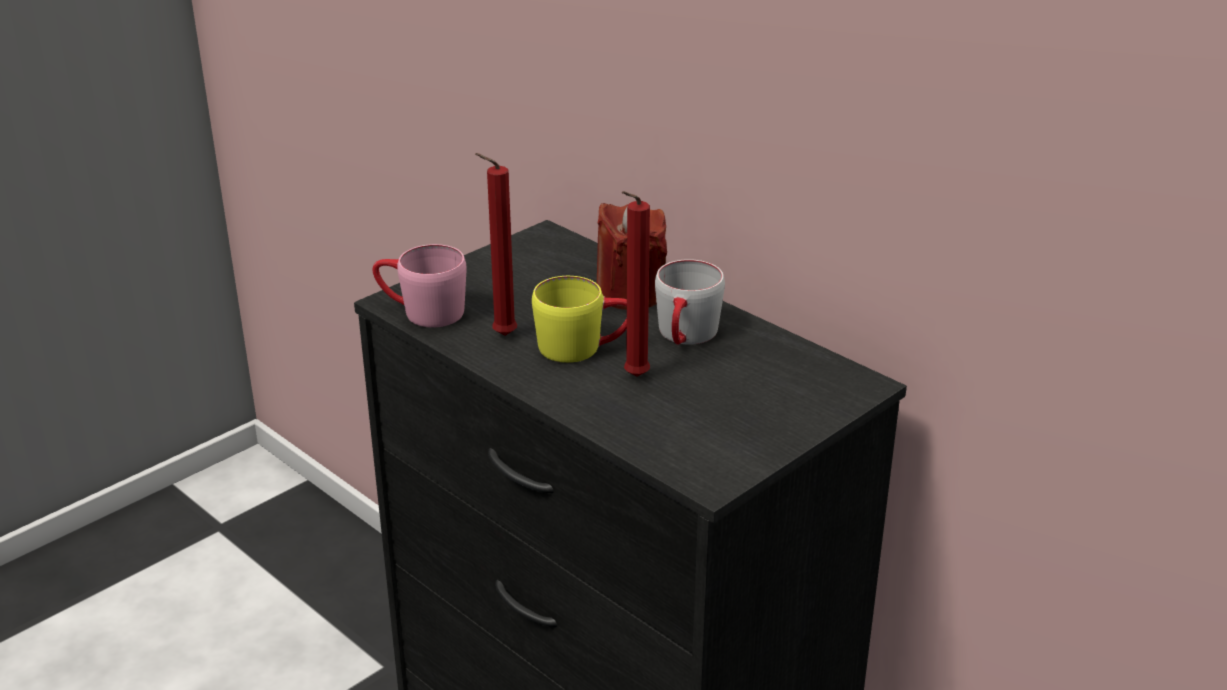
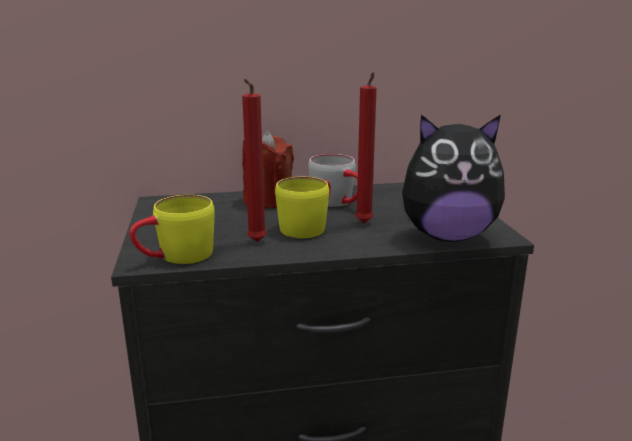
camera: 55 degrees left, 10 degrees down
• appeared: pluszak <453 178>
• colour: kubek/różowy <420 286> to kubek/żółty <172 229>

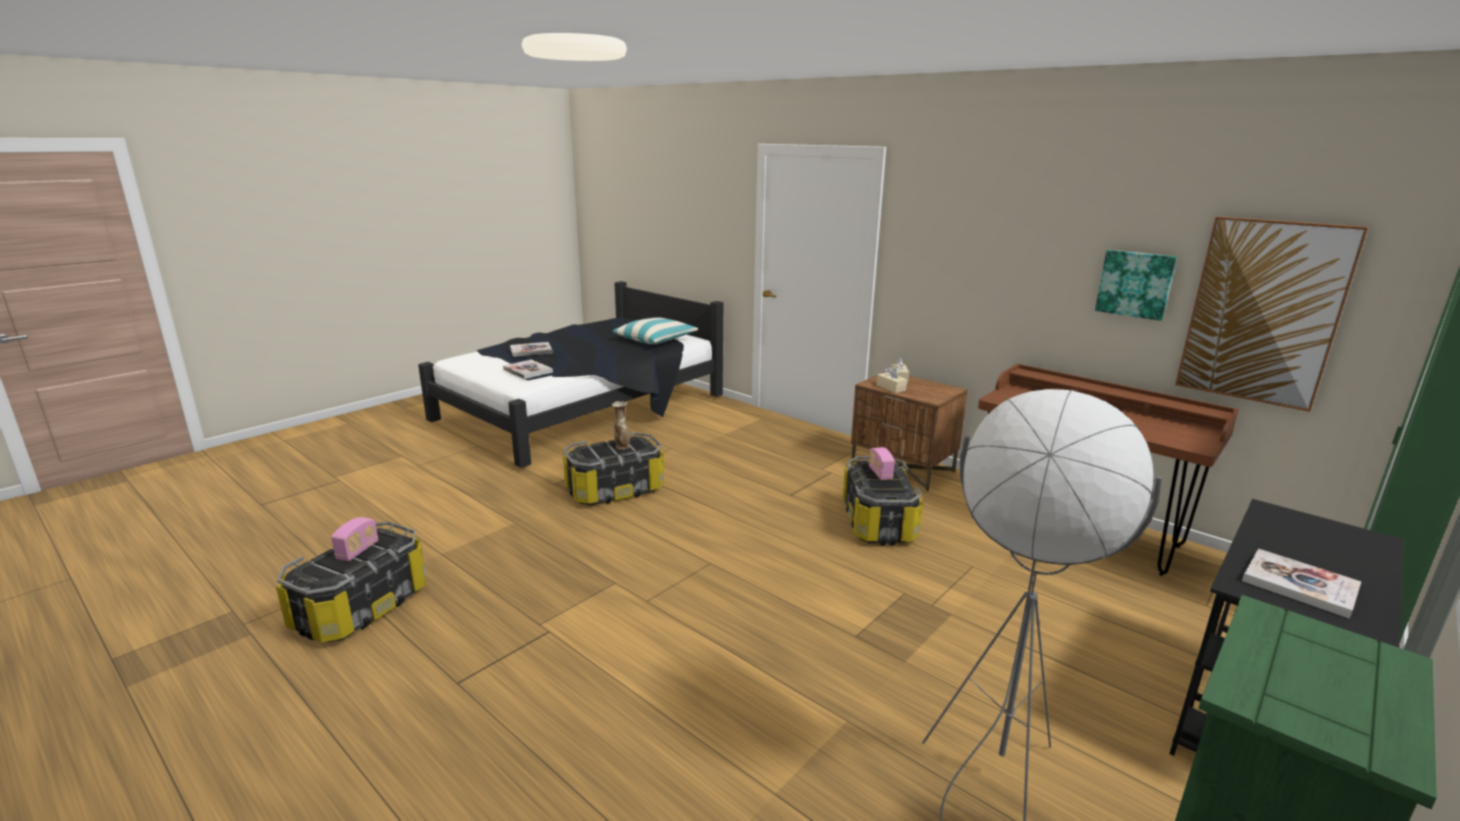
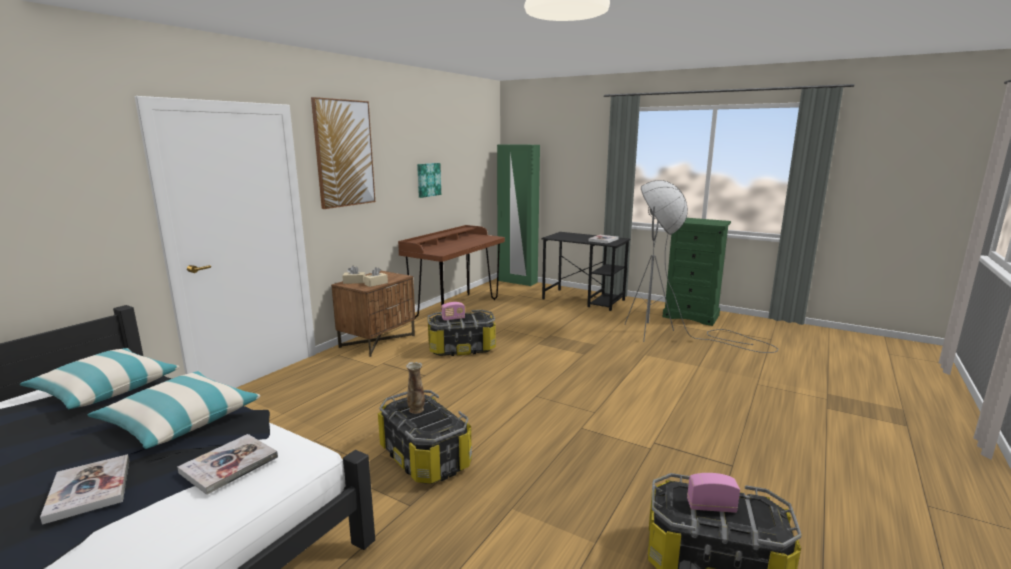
camera: 100 degrees left, 5 degrees down
• appeared: poduszka <174 410>
• relocated: obraz <1271 314> to <343 153>

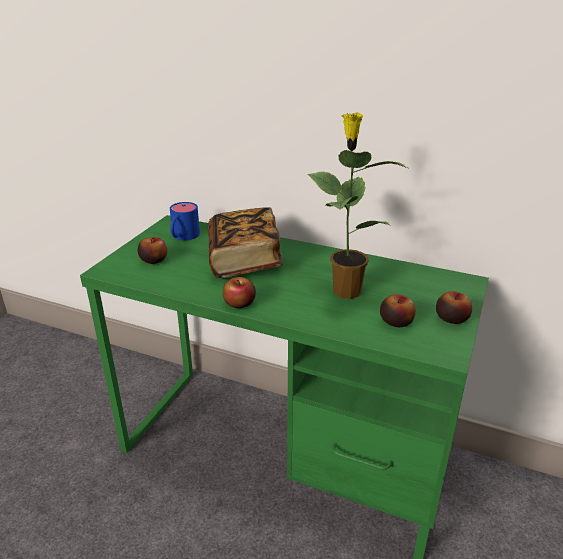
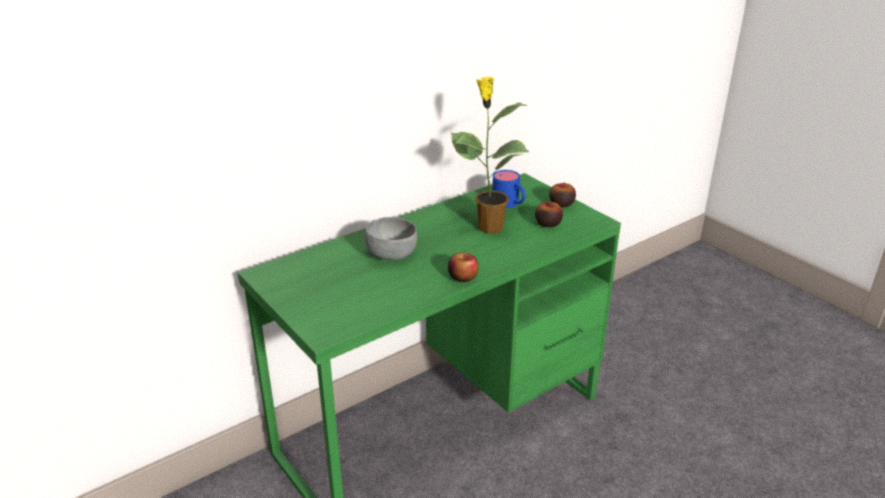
camera: 60 degrees left, 0 degrees up
• missing: jabłko <152 250>
• relocated: kubek/niebieski <185 221> to <509 189>
• exchanged: książka <245 242> to miska/szary <390 238>

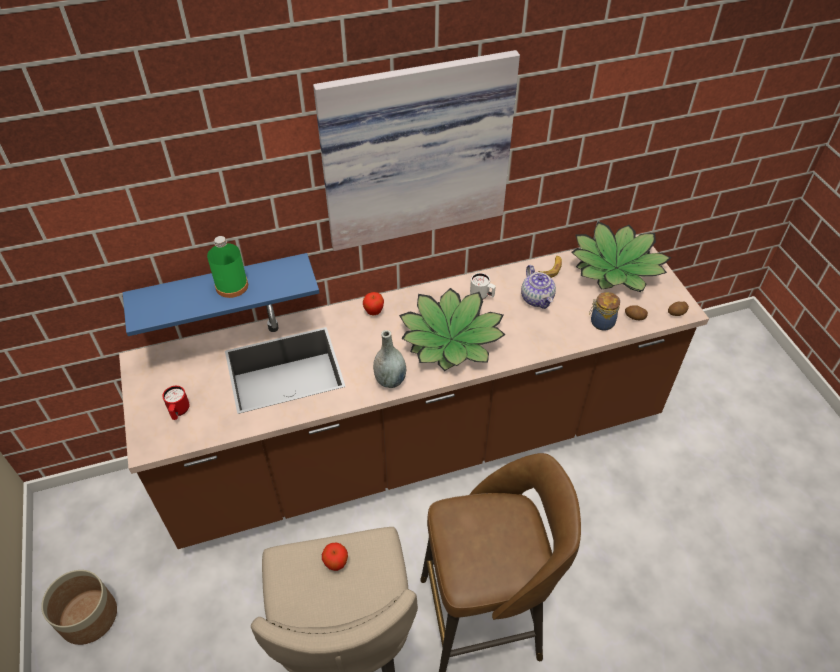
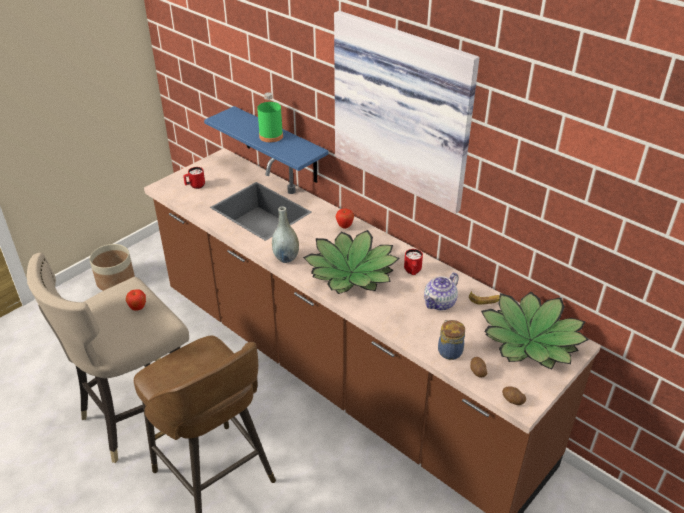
camera: 60 degrees right, 10 degrees down
• colour: kubek/biały <483 286> to kubek/czerwony <413 262>

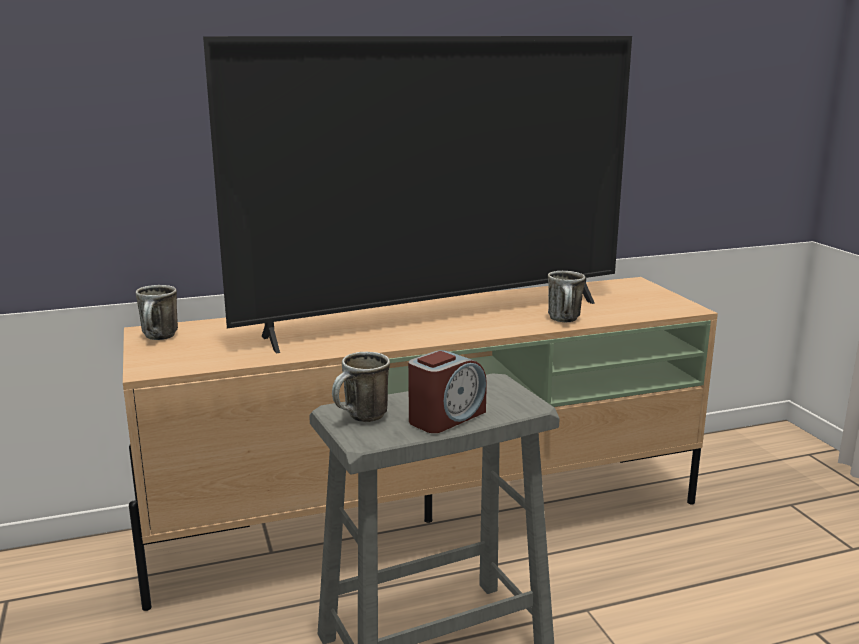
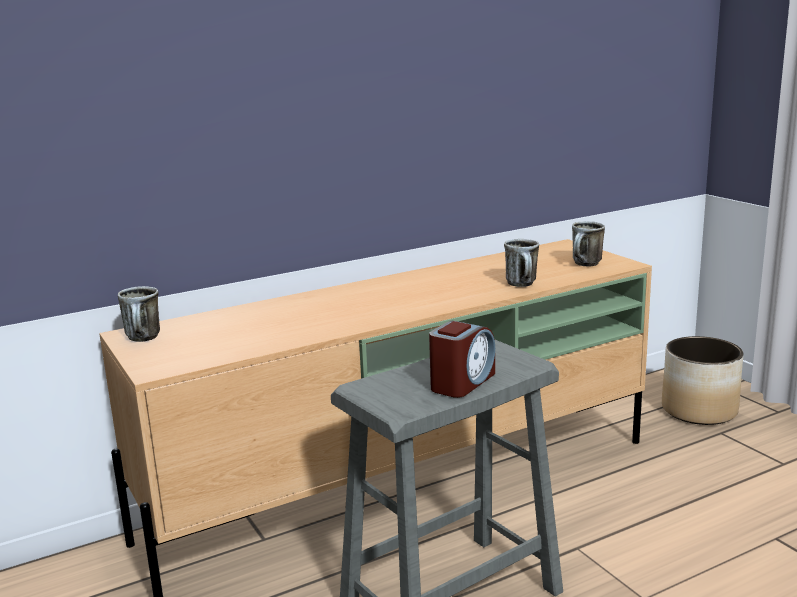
camera: 10 degrees left, 0 degrees up
• missing: telewizor <417 195>
• appeared: donica <702 380>
• relocated: kubek <361 387> to <588 244>

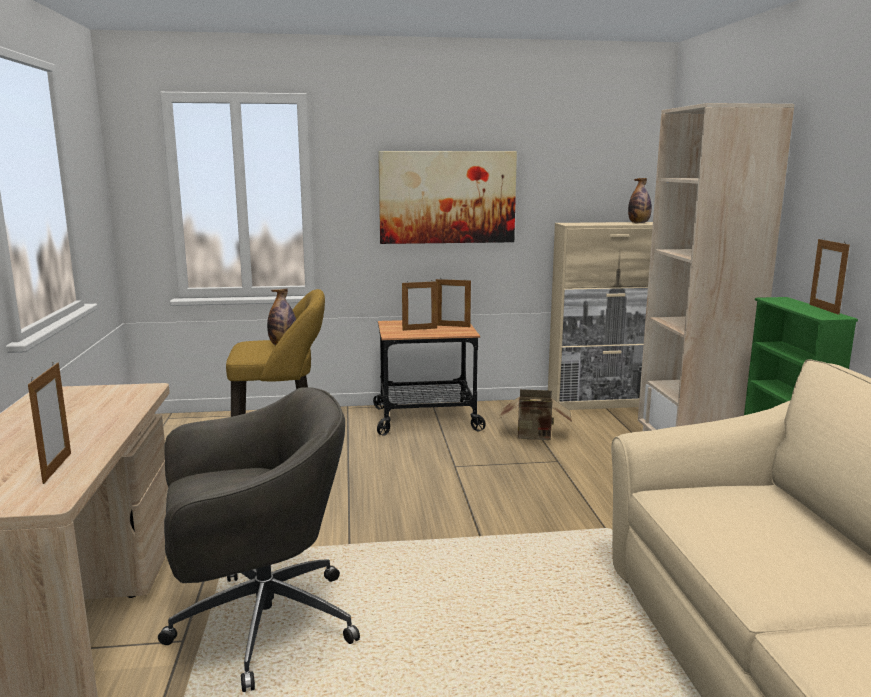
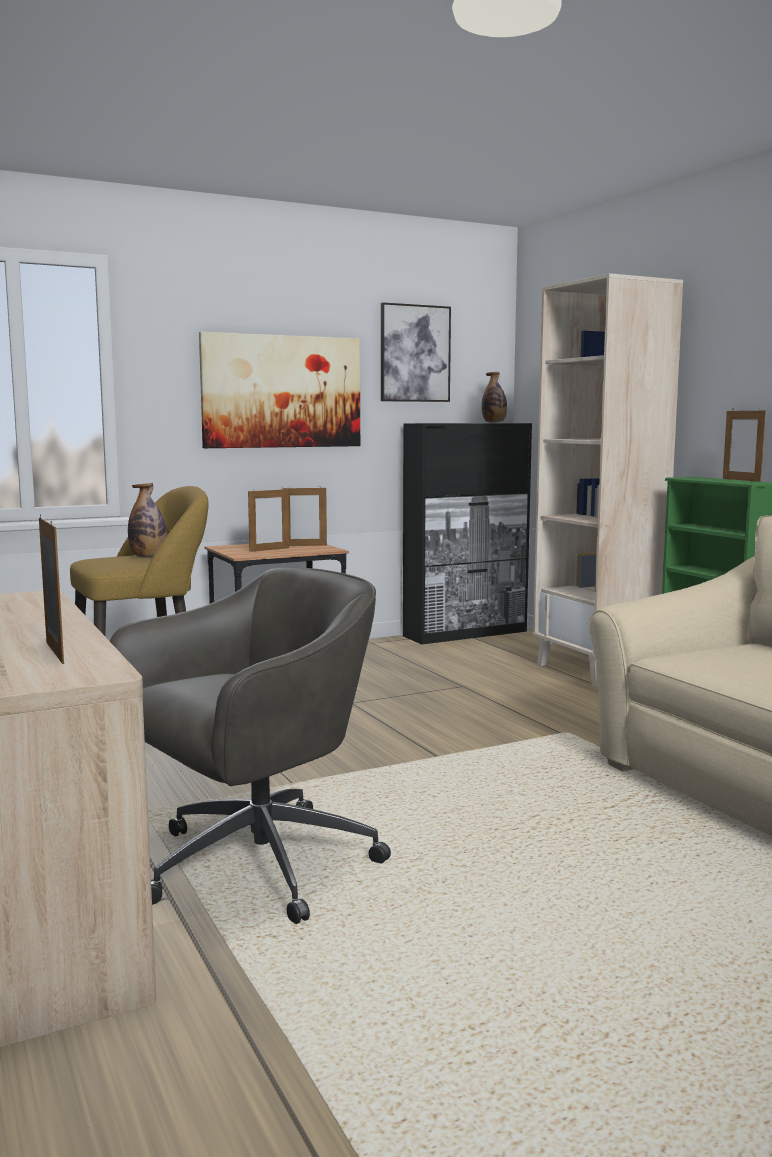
camera: 20 degrees left, 5 degrees down
• missing: karton <535 414>
• appeared: obraz <416 352>
• colour: szafka/beżowy <600 316> to szafka/czarny <467 533>

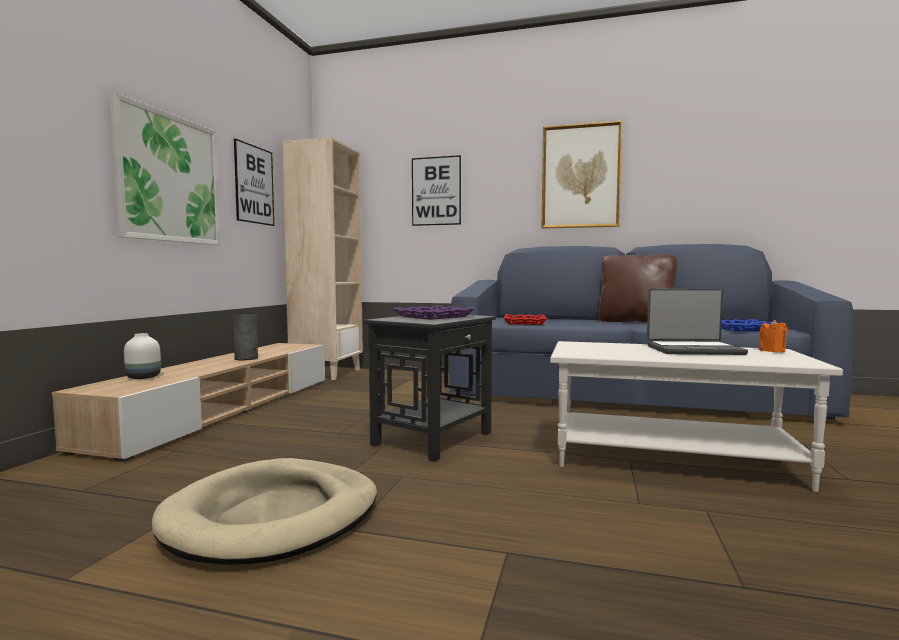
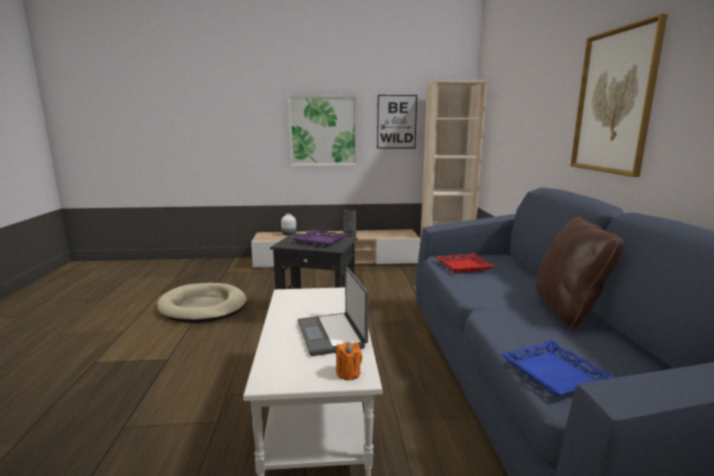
camera: 70 degrees right, 10 degrees up
• missing: obraz <436 190>

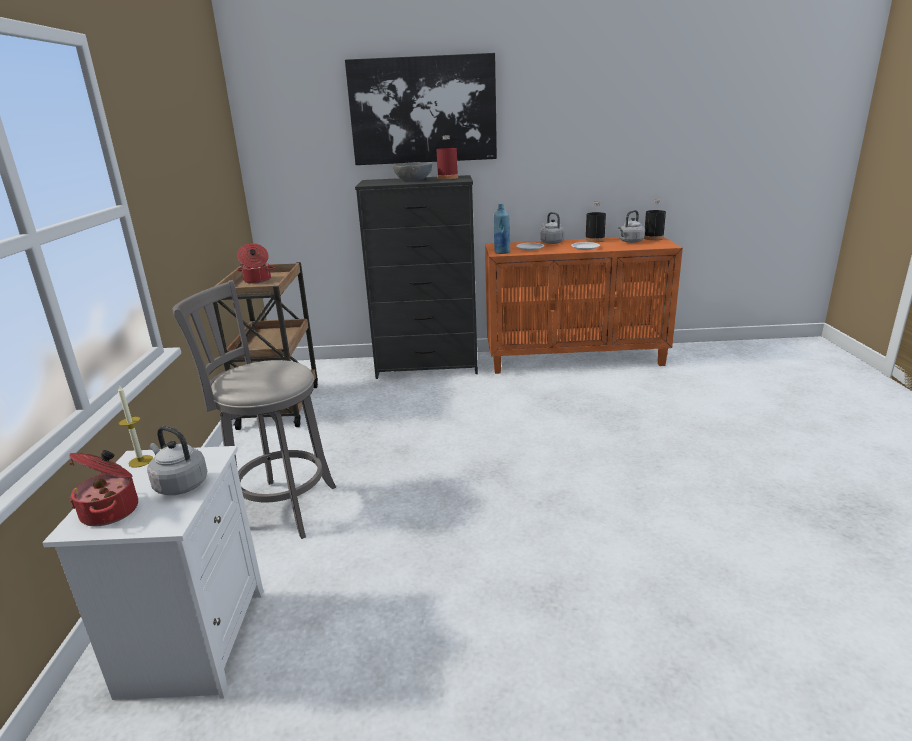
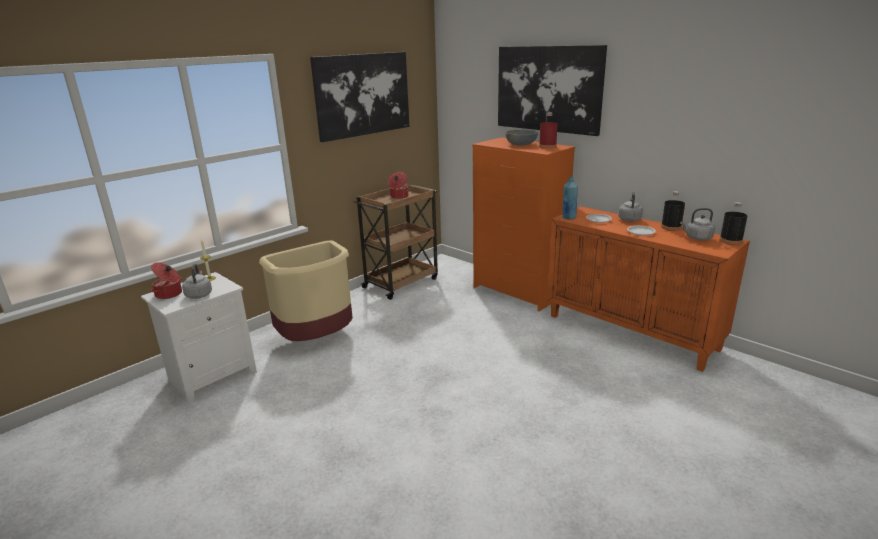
camera: 45 degrees right, 0 degrees up
• appeared: obraz <359 97>
• exchanged: stołek/szary <254 409> to kosz na śmieci/beżowy <306 290>
• colour: komoda/czarny <416 277> to komoda/pomarańczowy <523 224>

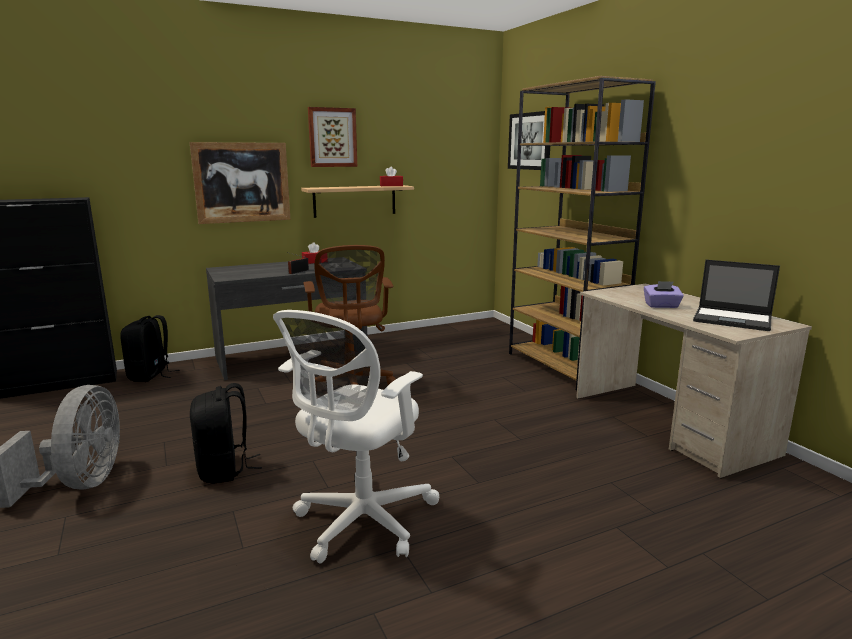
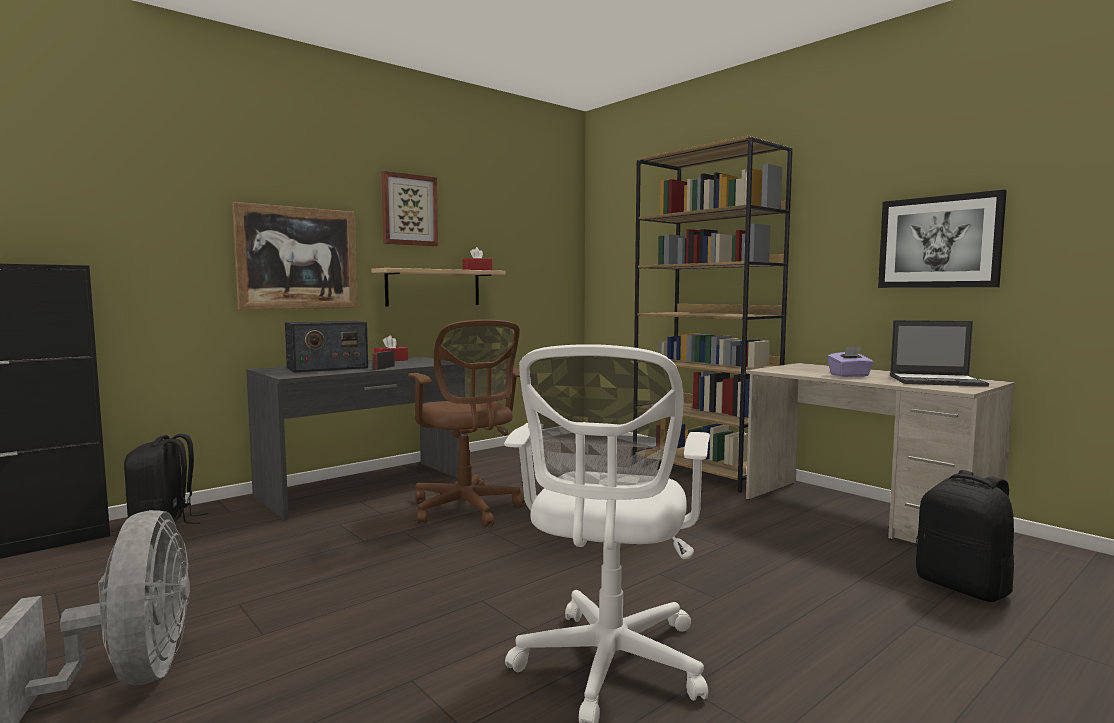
camera: 15 degrees left, 10 degrees down
• appeared: radio <326 347>
• relocated: plecak/czarny <226 433> to <965 536>
• relocated: obraz <529 140> to <942 239>

